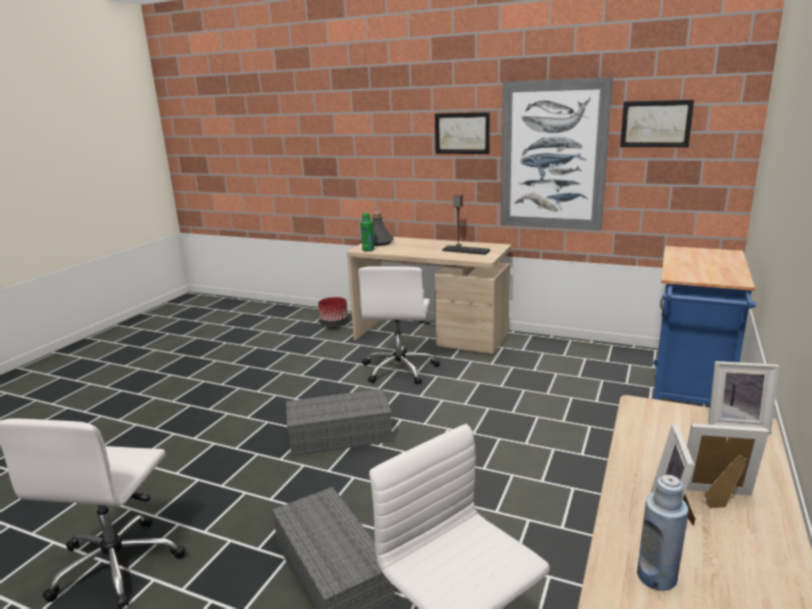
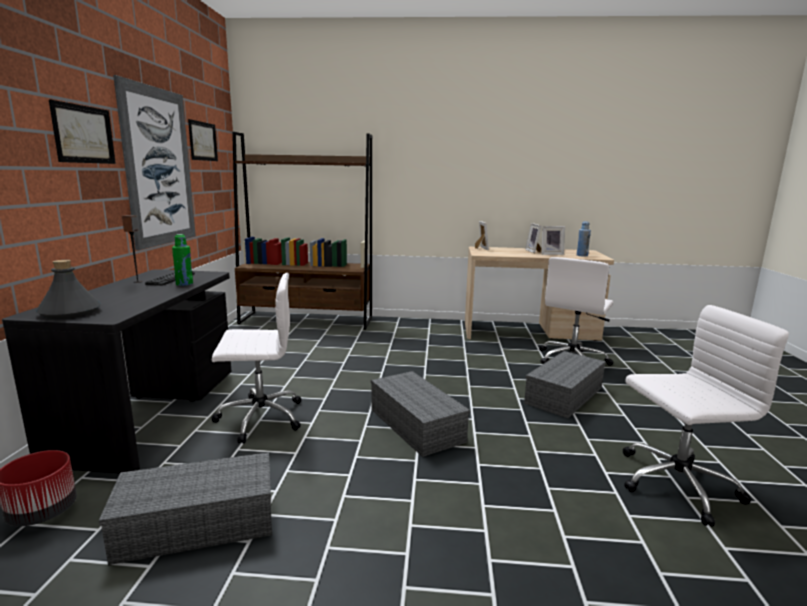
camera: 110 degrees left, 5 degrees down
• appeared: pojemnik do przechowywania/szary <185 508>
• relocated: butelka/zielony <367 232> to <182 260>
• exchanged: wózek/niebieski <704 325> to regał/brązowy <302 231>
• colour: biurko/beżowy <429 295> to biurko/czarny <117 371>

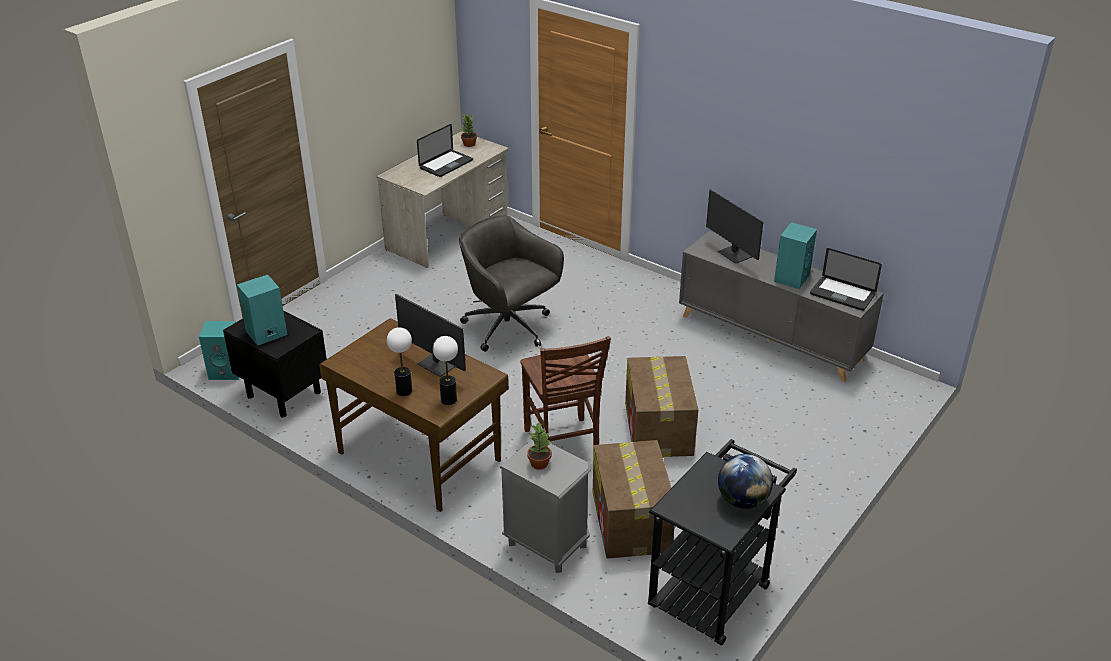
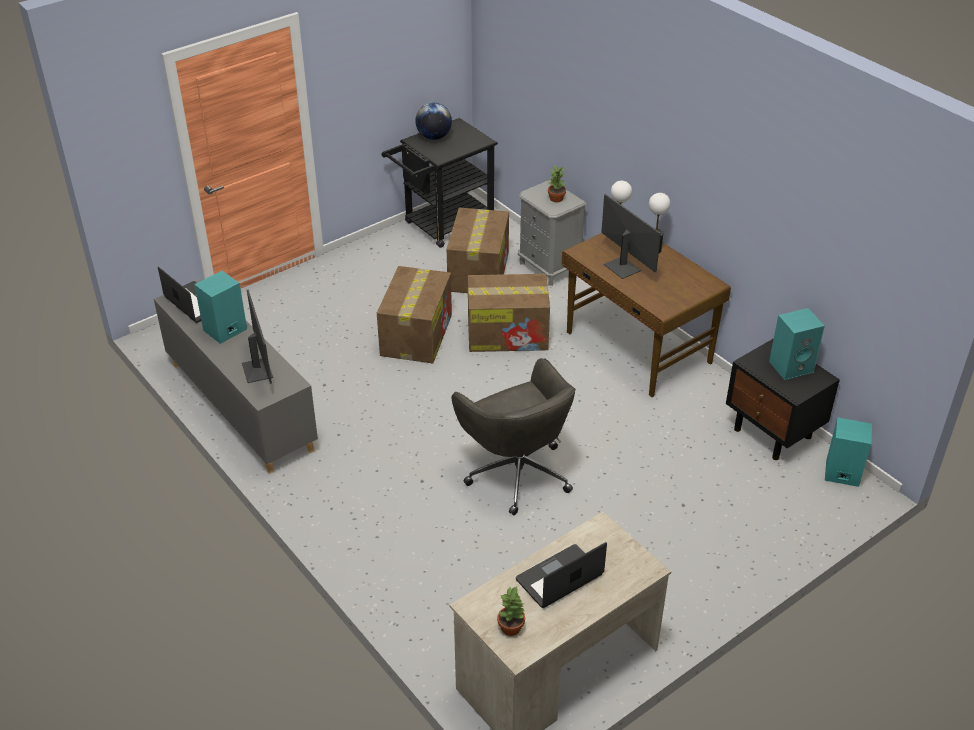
camera: 165 degrees left, 5 degrees up
• exchanged: krzesło/brązowy <565 391> to karton <509 313>

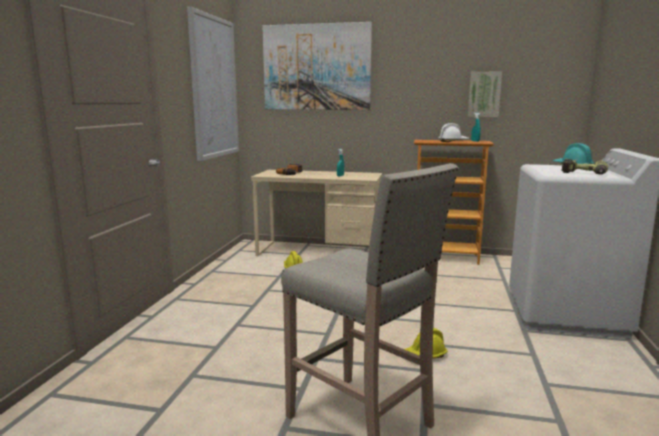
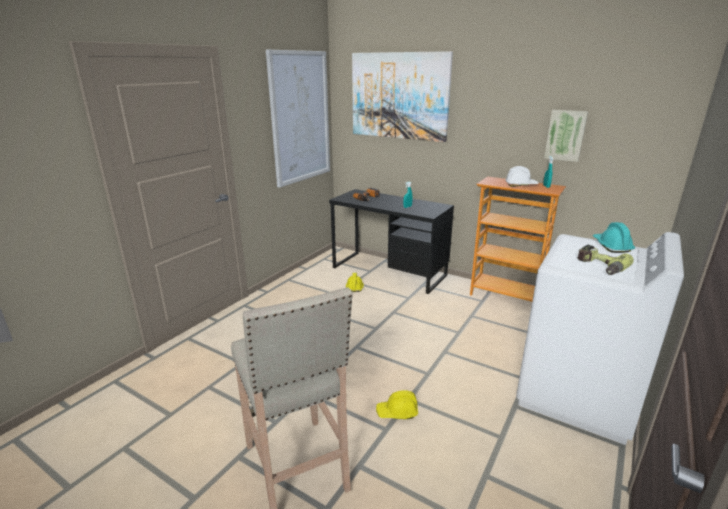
camera: 20 degrees right, 10 degrees up
• colour: biurko/beżowy <316 213> to biurko/czarny <391 241>

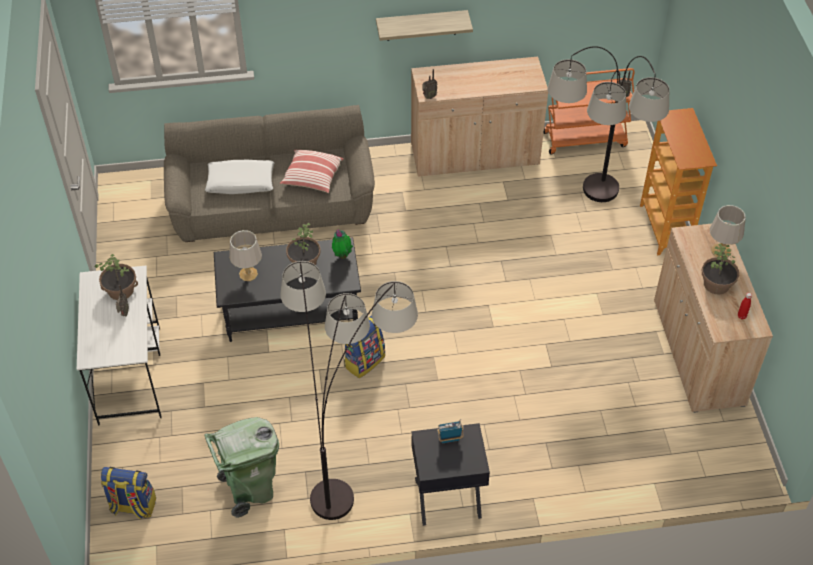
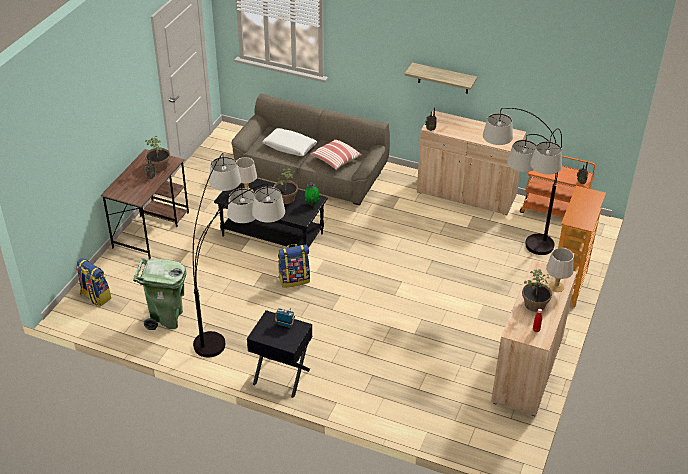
camera: 30 degrees right, 10 degrees down
• colour: biurko/biały <119 346> to biurko/brązowy <145 204>

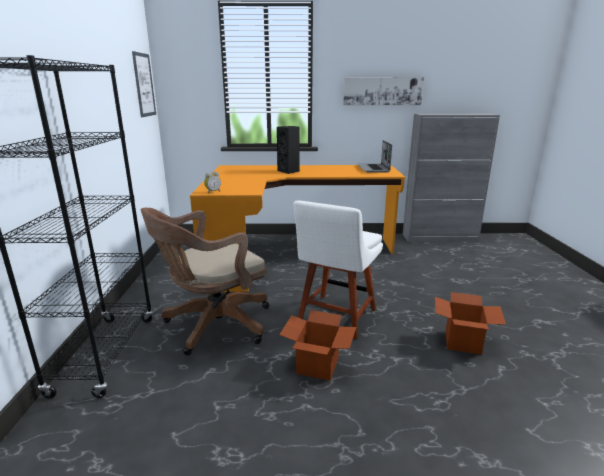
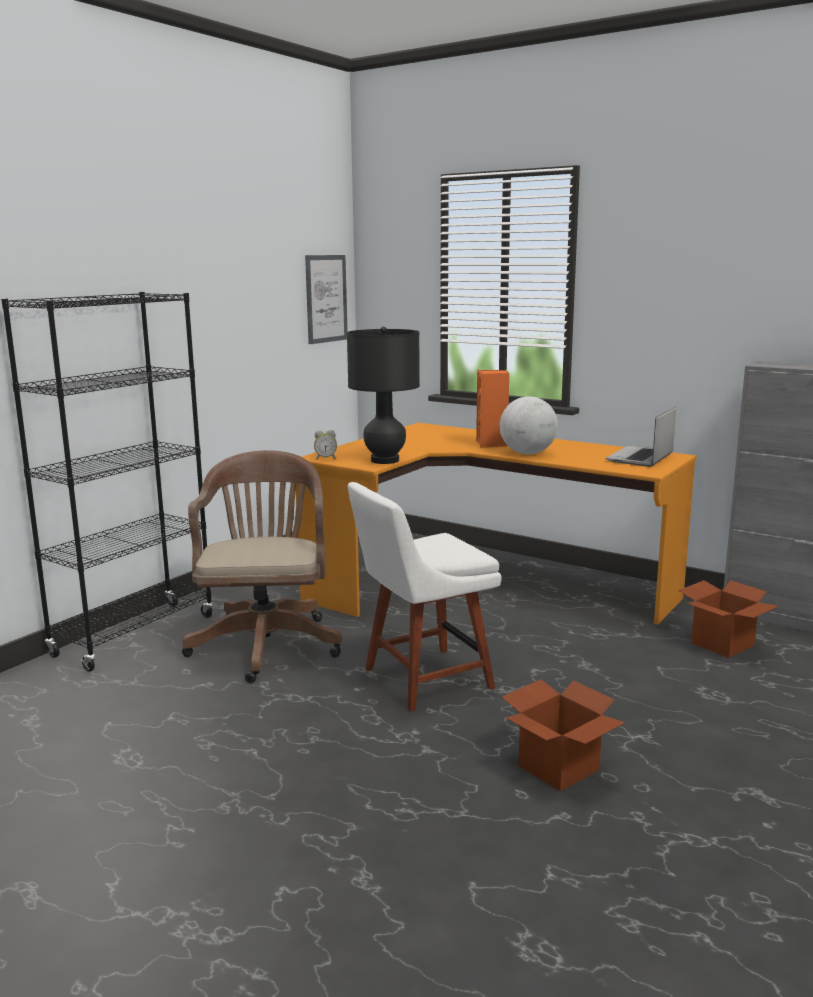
camera: 35 degrees right, 5 degrees down
• missing: obraz <383 91>
• appeared: lampa stołowa/czarny <383 395>
• appeared: globus <529 425>
• relocated: karton <317 345> to <728 619>
• colour: głośnik/czarny <288 150> to głośnik/pomarańczowy <492 409>
• spun: krzesło biurowe/brązowy <205 282> = <262 566> 90 degrees clockwise

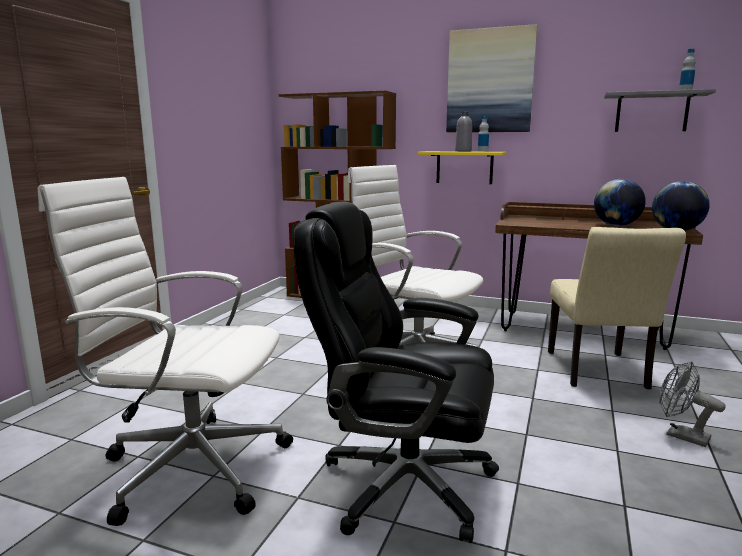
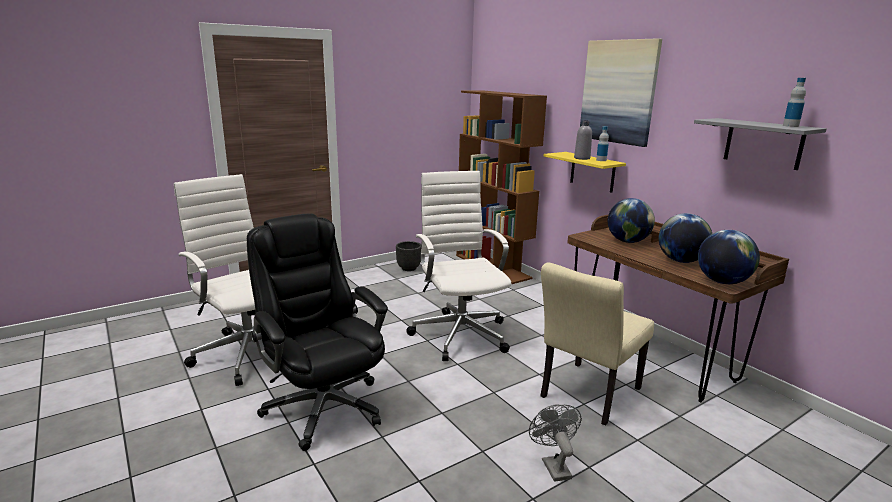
camera: 35 degrees right, 5 degrees up
• appeared: donica/czarny <408 256>
• appeared: globus <631 220>

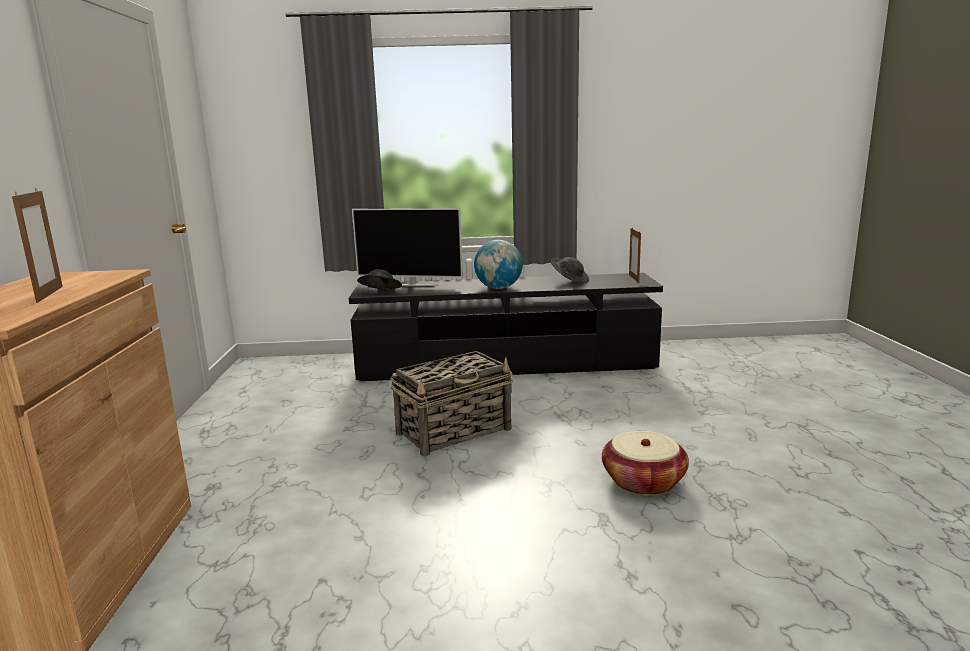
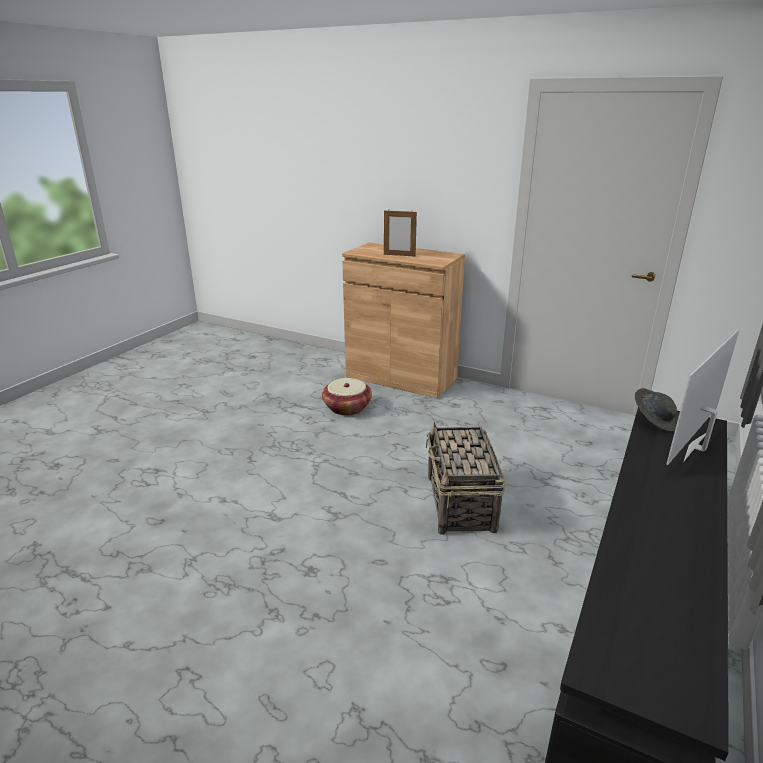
camera: 120 degrees right, 10 degrees up
• missing: globus <498 264>
• missing: kapelusz/szary <570 270>
• missing: ramka na zdjęcie <635 255>
• relocated: koszyk <645 463> to <347 396>

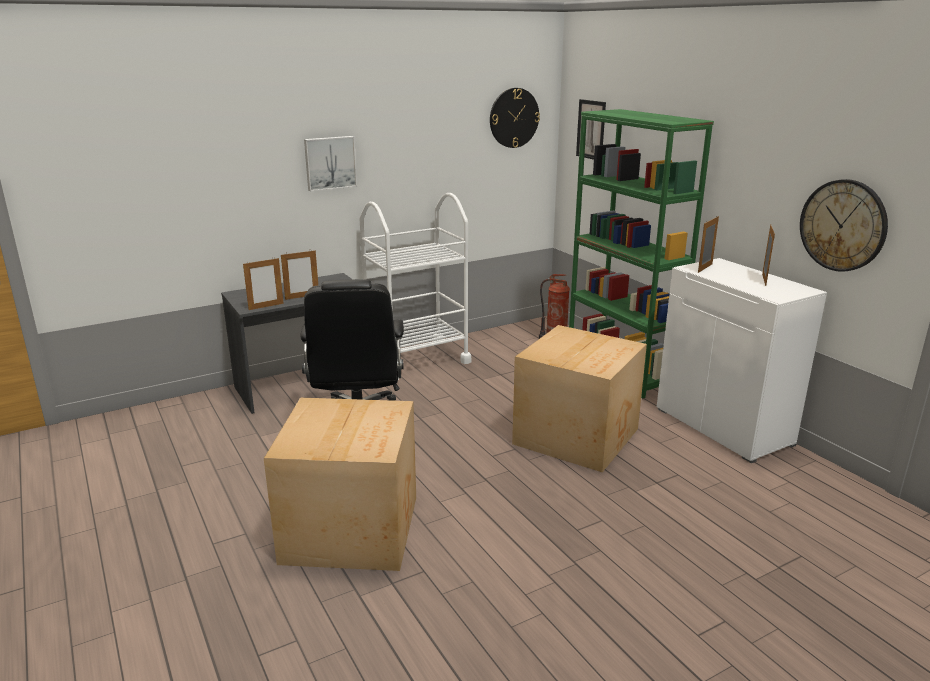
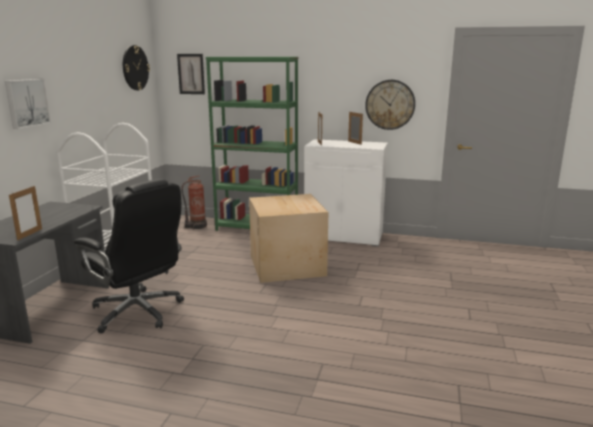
camera: 45 degrees left, 5 degrees down
• missing: karton <340 484>
• missing: ramka na zdjęcie <299 274>

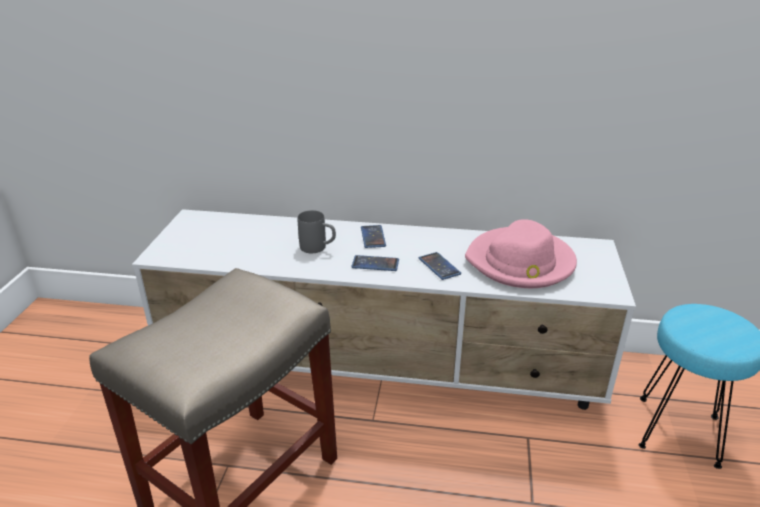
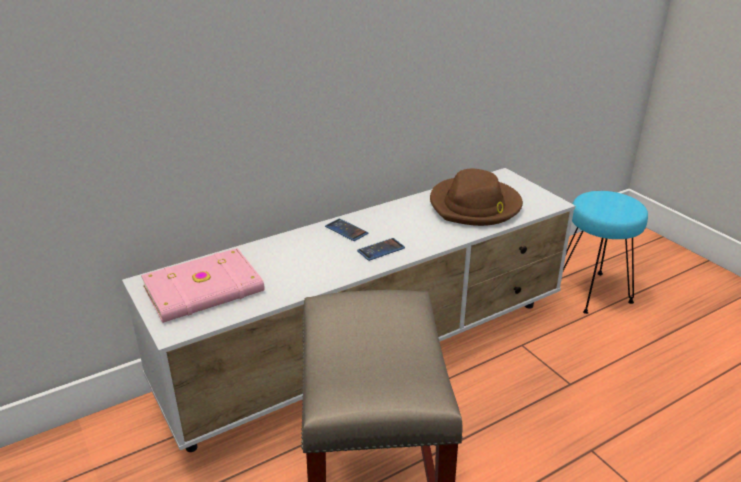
camera: 40 degrees left, 0 degrees up
• missing: kubek/szary <317 231>
• missing: telefon <440 266>
• appeared: książka/różowy <203 285>
• colour: kapelusz/różowy <521 253> to kapelusz/brązowy <476 197>

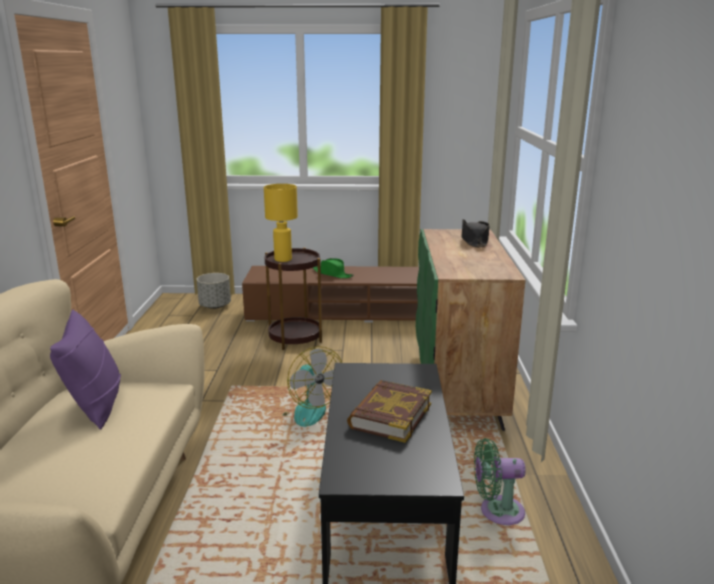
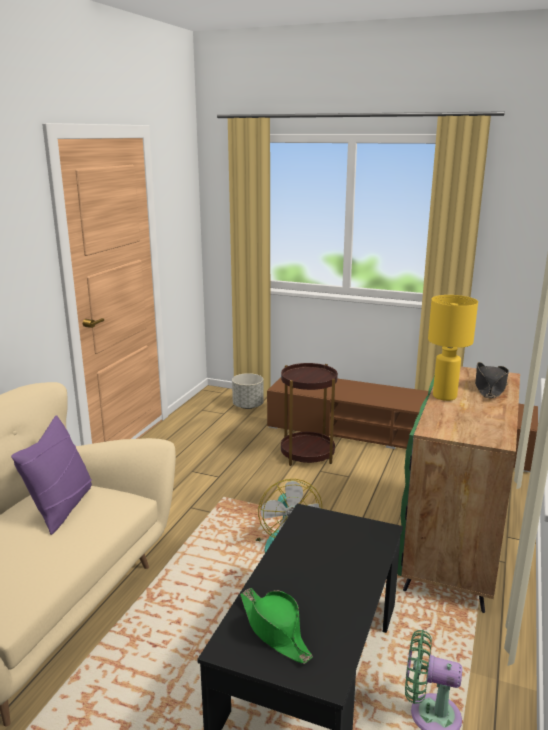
camera: 20 degrees right, 0 degrees up
• missing: książka <389 411>
• relocated: lampa stołowa/żółty <281 223> to <453 348>
• relocated: kapelusz/zielony <333 268> to <276 626>

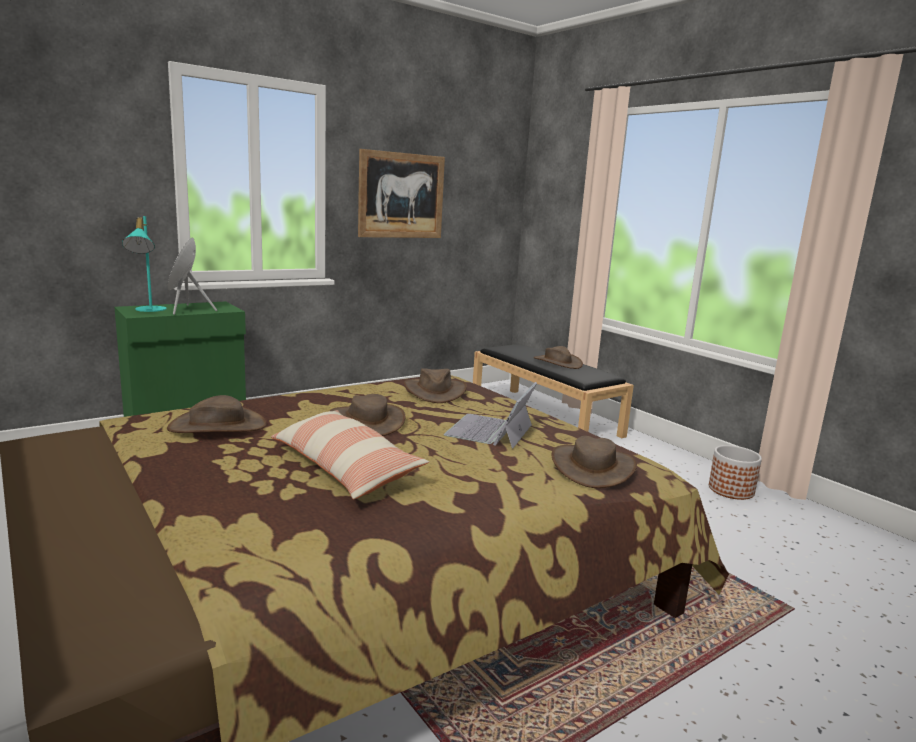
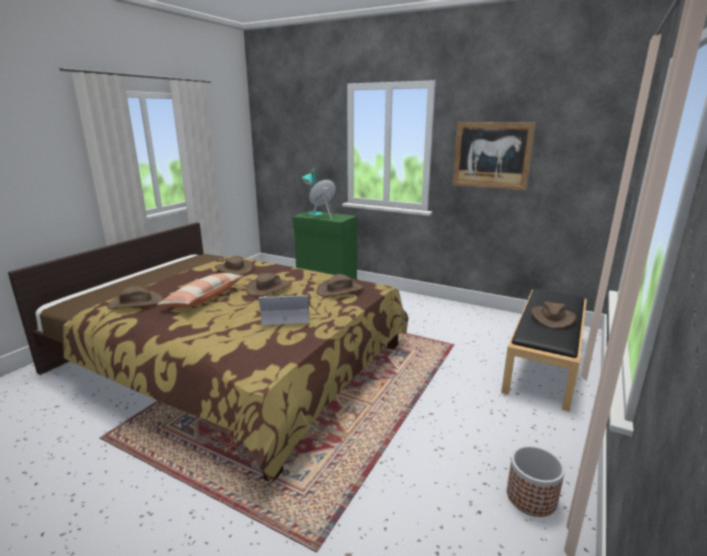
camera: 65 degrees right, 5 degrees up
• relocated: kapelusz/brązowy <594 462> to <135 297>

